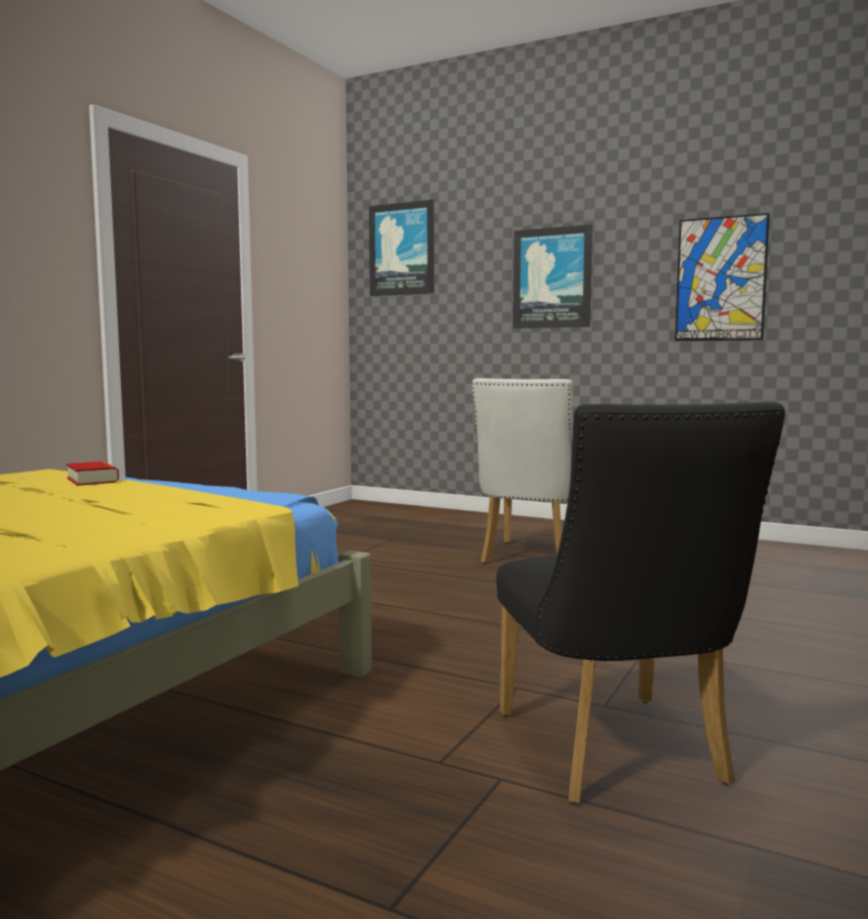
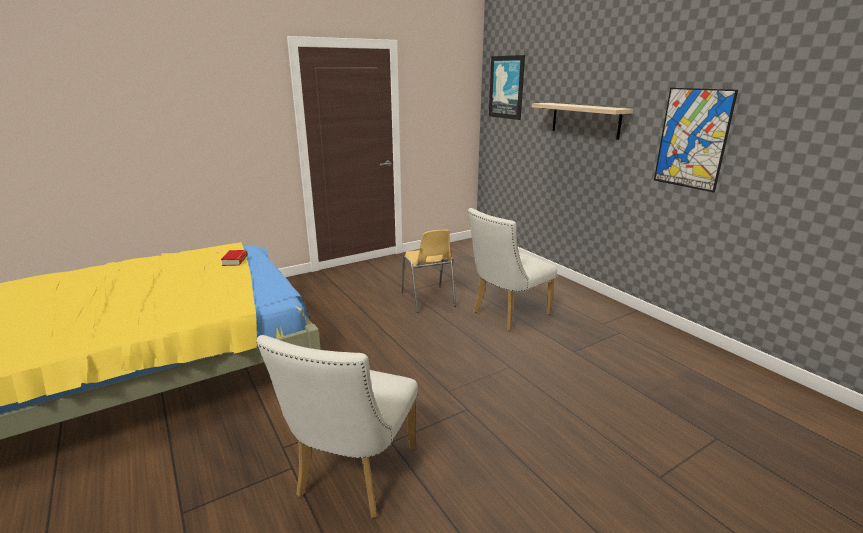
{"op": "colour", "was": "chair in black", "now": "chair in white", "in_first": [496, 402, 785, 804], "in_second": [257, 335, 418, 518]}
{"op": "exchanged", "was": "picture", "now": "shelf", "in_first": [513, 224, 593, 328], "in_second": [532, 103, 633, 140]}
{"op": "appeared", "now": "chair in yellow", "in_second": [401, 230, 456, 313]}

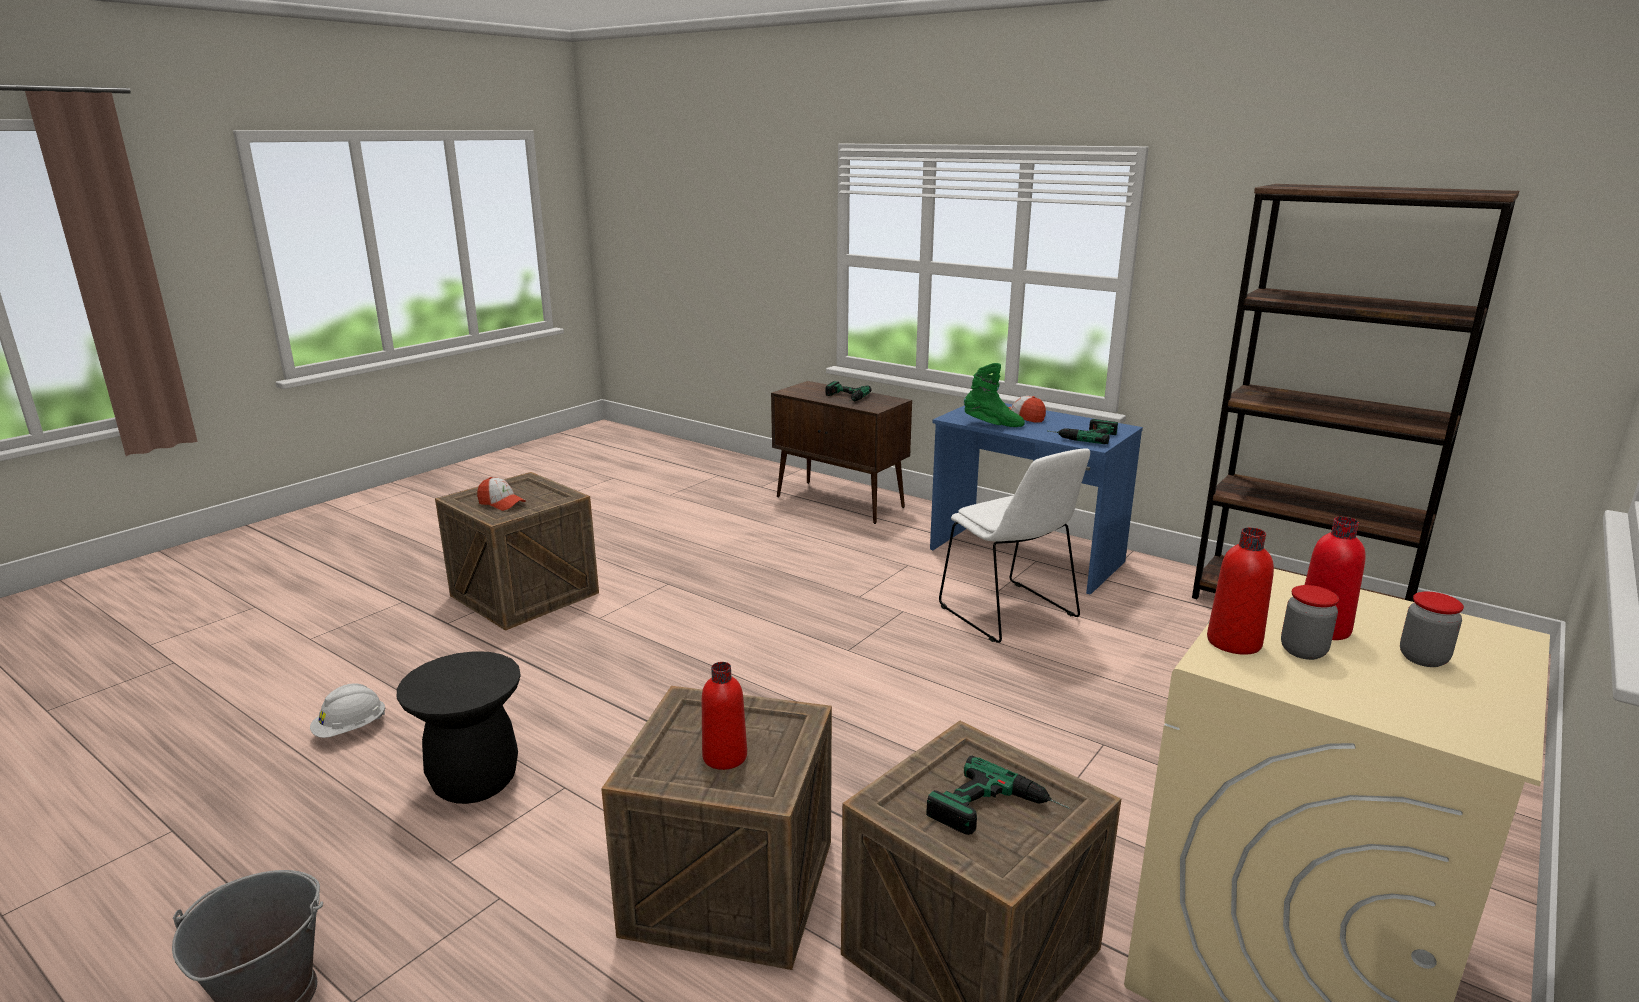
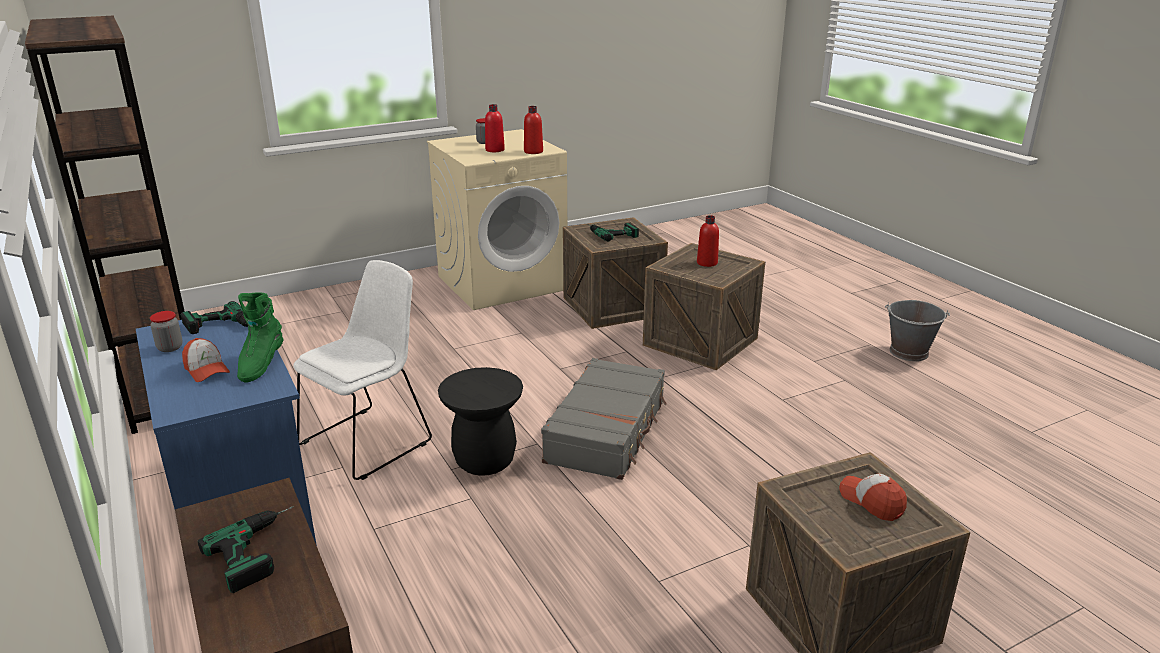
{"op": "missing", "was": "hard hat in white", "in_first": [310, 683, 385, 738]}
{"op": "relocated", "was": "stool in black", "in_first": [397, 651, 521, 804], "in_second": [438, 367, 523, 476]}
{"op": "spun", "was": "chair in white", "in_first": [939, 448, 1090, 643], "in_second": [293, 260, 432, 480], "clockwise": 45}
{"op": "spun", "was": "boot in green", "in_first": [964, 363, 1025, 427], "in_second": [237, 292, 284, 383], "clockwise": -120}
{"op": "relocated", "was": "jar", "in_first": [1281, 585, 1339, 660], "in_second": [150, 311, 183, 352]}
{"op": "appeared", "now": "suitcase in grey", "in_second": [541, 358, 667, 480]}

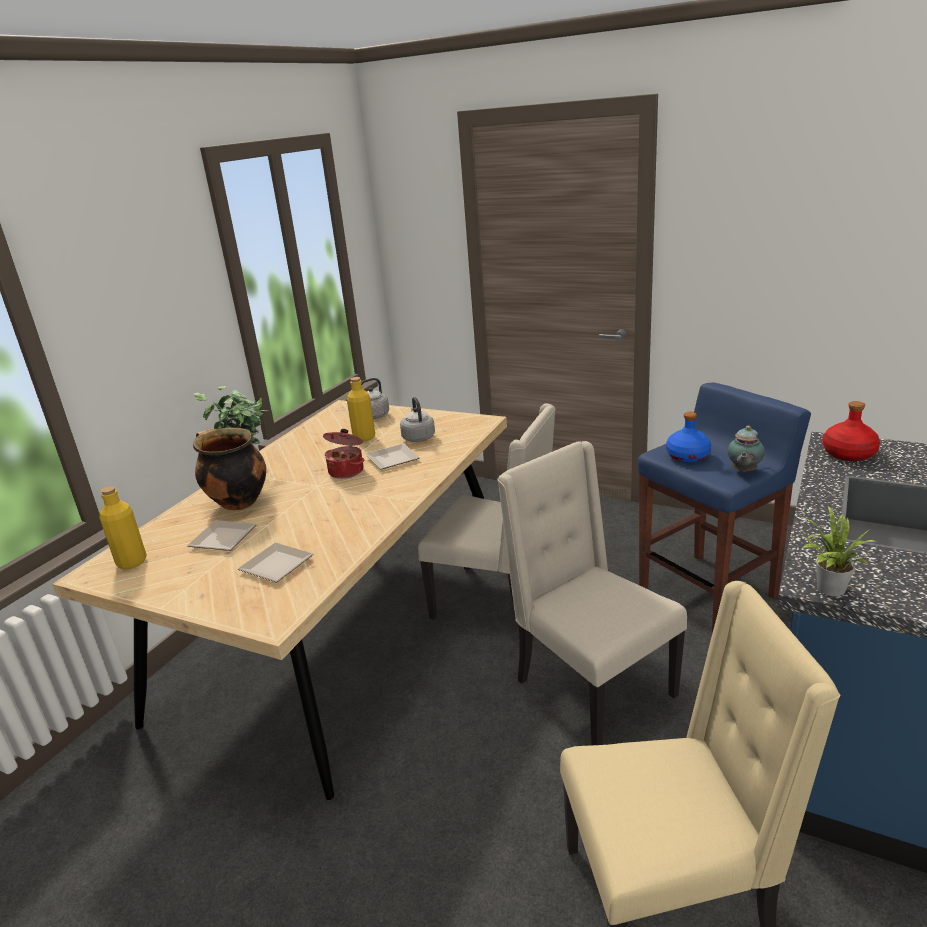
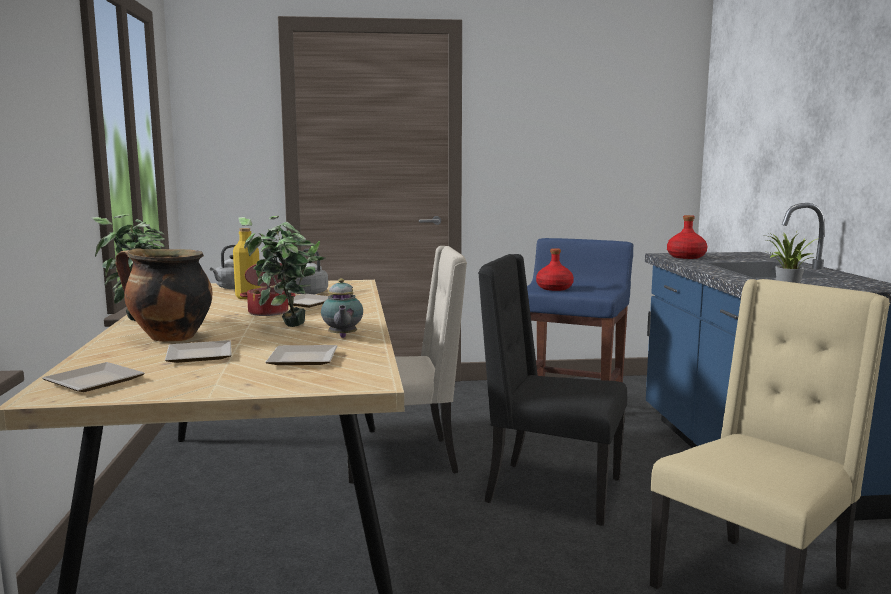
{"op": "exchanged", "was": "bottle in yellow", "now": "plate", "in_first": [99, 486, 147, 569], "in_second": [42, 362, 145, 392]}
{"op": "colour", "was": "chair in beige", "now": "chair in black", "in_first": [497, 441, 687, 745], "in_second": [478, 254, 627, 526]}
{"op": "colour", "was": "bottle in blue", "now": "bottle in red", "in_first": [666, 412, 711, 463], "in_second": [536, 248, 574, 291]}
{"op": "relocated", "was": "teapot", "in_first": [727, 426, 765, 473], "in_second": [321, 278, 363, 338]}
{"op": "appeared", "now": "potted plant", "in_second": [238, 216, 325, 327]}

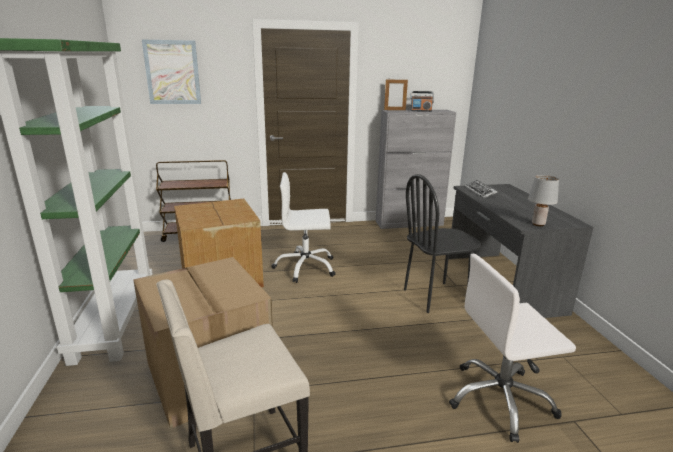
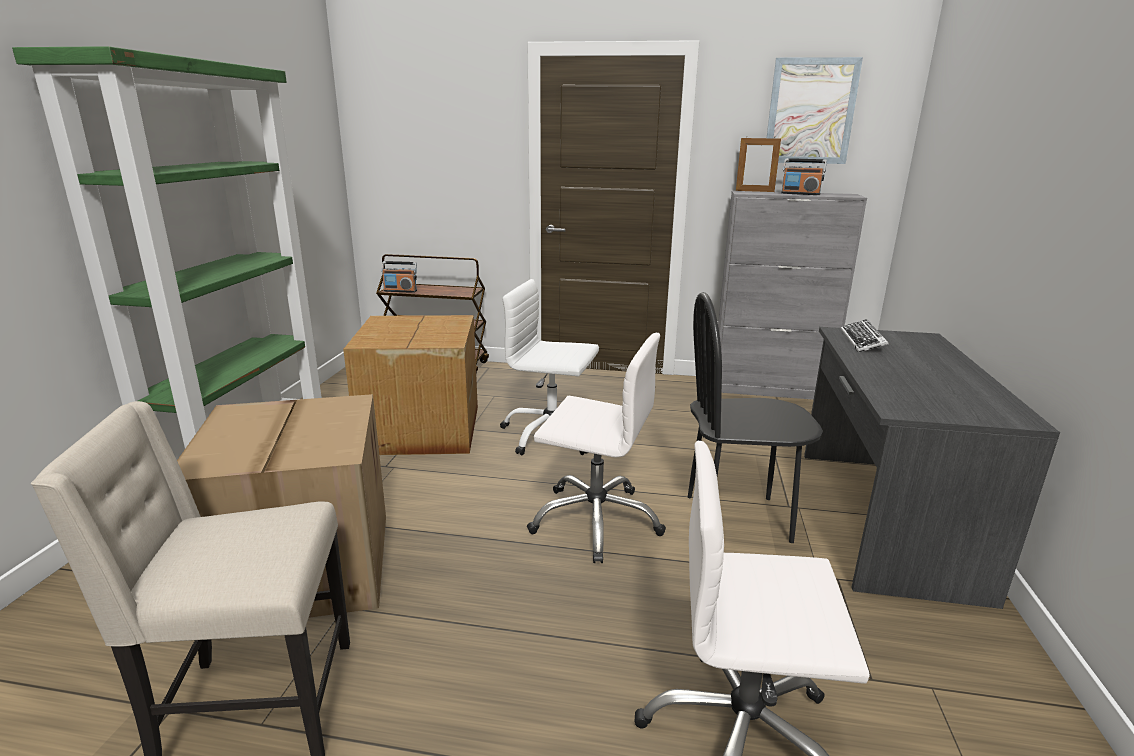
{"op": "relocated", "was": "picture", "in_first": [142, 40, 201, 104], "in_second": [767, 57, 863, 164]}
{"op": "missing", "was": "table lamp in grey", "in_first": [528, 175, 559, 226]}
{"op": "appeared", "now": "radio", "in_second": [382, 261, 417, 293]}
{"op": "appeared", "now": "office chair in white", "in_second": [527, 333, 666, 563]}

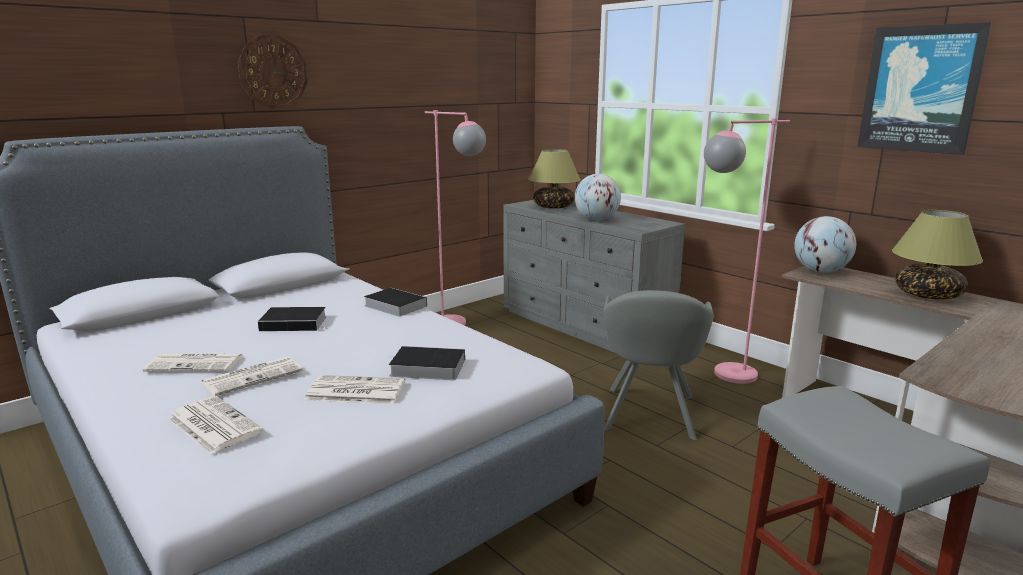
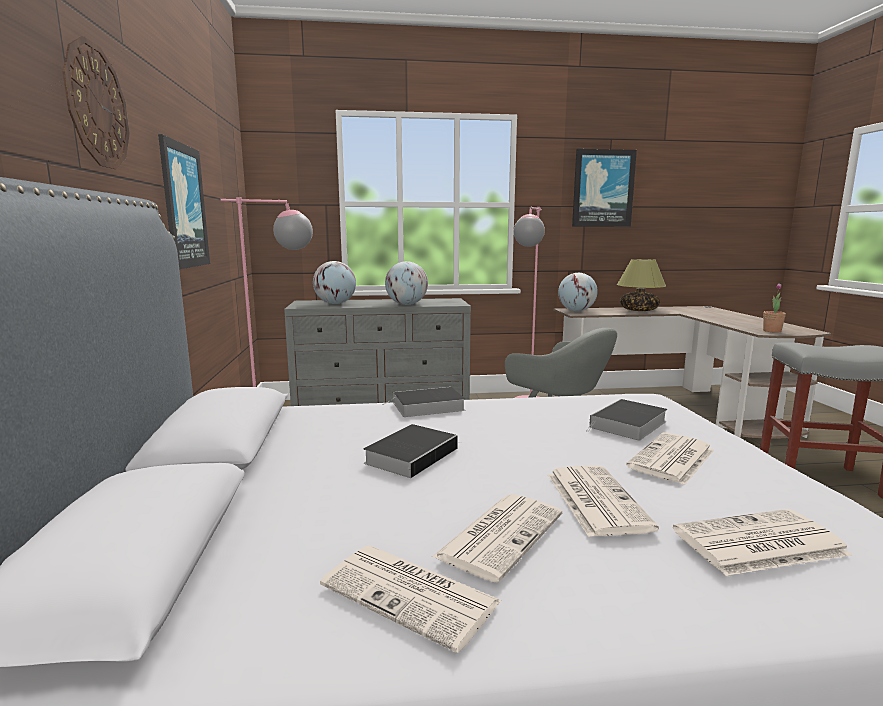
{"op": "exchanged", "was": "table lamp", "now": "globe", "in_first": [529, 149, 580, 209], "in_second": [313, 261, 356, 304]}
{"op": "appeared", "now": "picture", "in_second": [158, 134, 210, 269]}
{"op": "appeared", "now": "newspaper", "in_second": [320, 545, 502, 653]}
{"op": "appeared", "now": "potted plant", "in_second": [763, 283, 786, 333]}

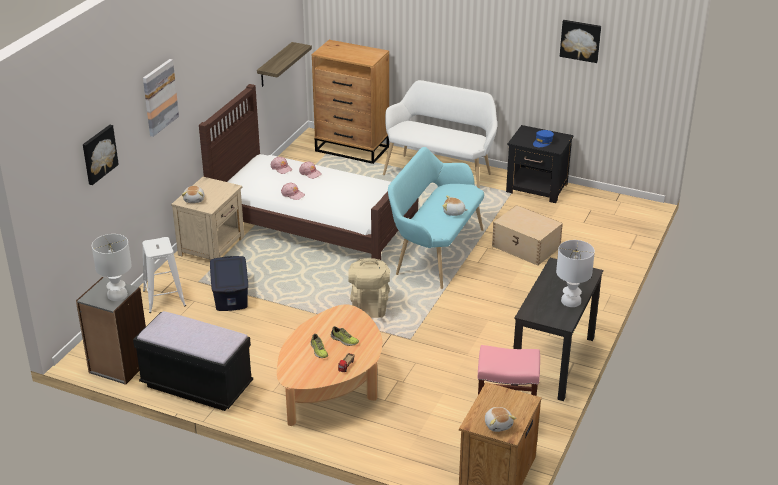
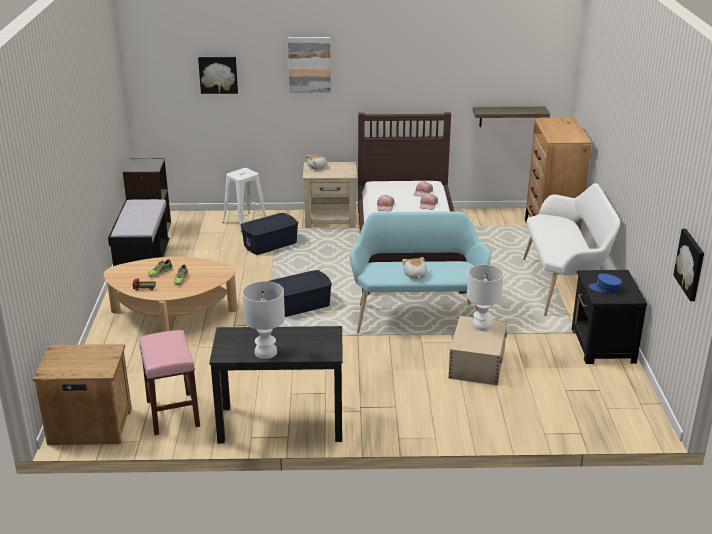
{"op": "relocated", "was": "table lamp in white", "in_first": [92, 234, 132, 301], "in_second": [467, 265, 504, 331]}
{"op": "exchanged", "was": "backpack in beige", "now": "storage box in blue", "in_first": [348, 258, 390, 318], "in_second": [269, 270, 332, 317]}
{"op": "missing", "was": "plush toy", "in_first": [485, 407, 516, 432]}
{"op": "relocated", "was": "picture", "in_first": [560, 20, 601, 63], "in_second": [673, 229, 704, 301]}

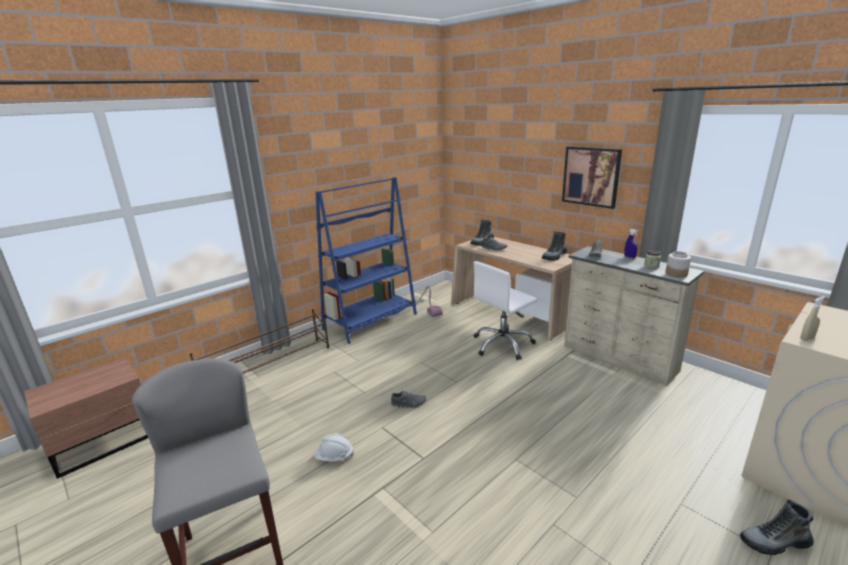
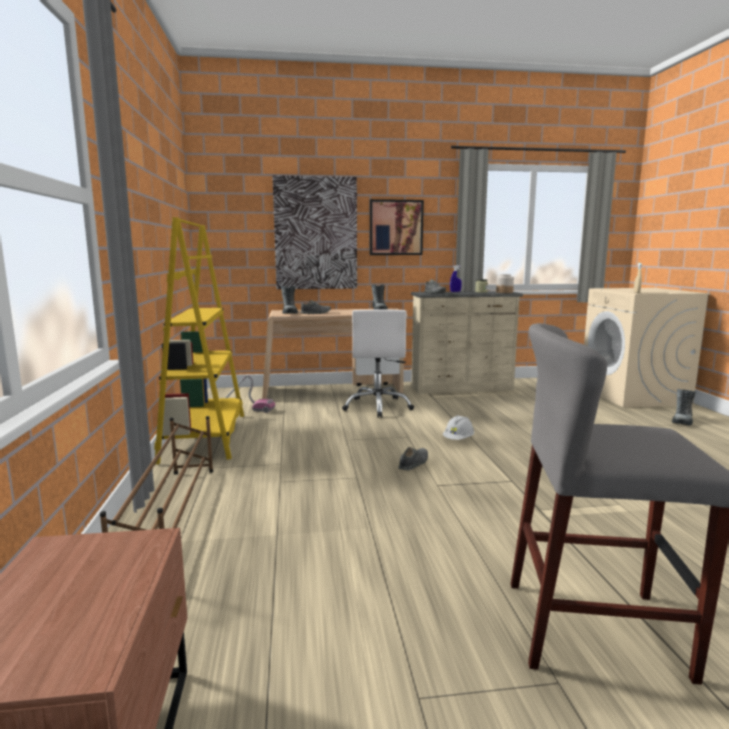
{"op": "colour", "was": "bookcase in blue", "now": "bookcase in yellow", "in_first": [315, 177, 417, 344], "in_second": [154, 217, 244, 464]}
{"op": "relocated", "was": "hard hat in white", "in_first": [315, 433, 354, 461], "in_second": [443, 415, 474, 440]}
{"op": "appeared", "now": "picture", "in_second": [272, 175, 357, 289]}

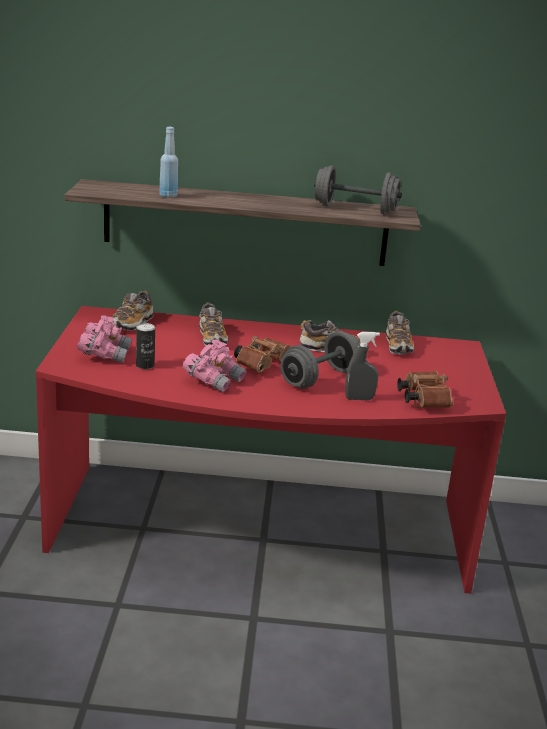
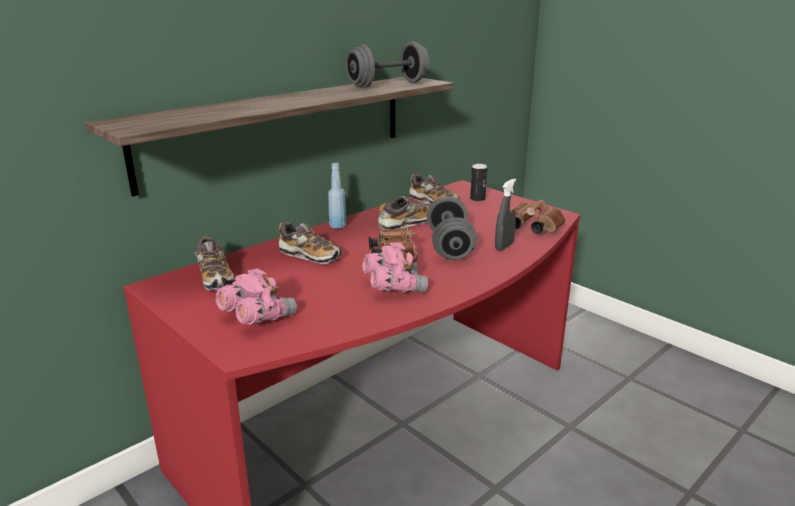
{"op": "relocated", "was": "can", "in_first": [136, 323, 155, 369], "in_second": [470, 164, 487, 202]}
{"op": "relocated", "was": "bottle in blue", "in_first": [159, 127, 178, 198], "in_second": [328, 163, 346, 229]}

